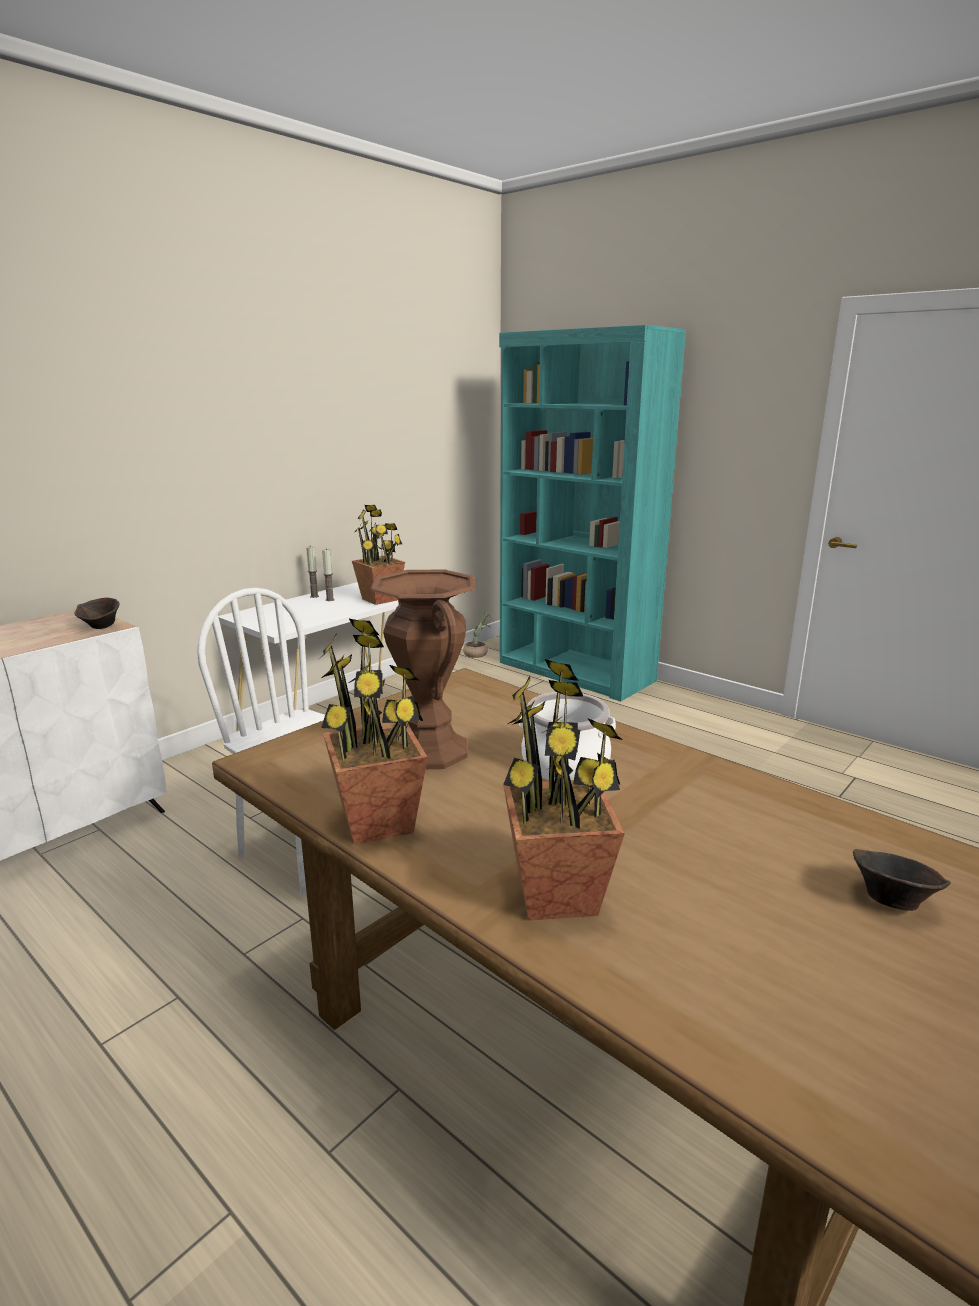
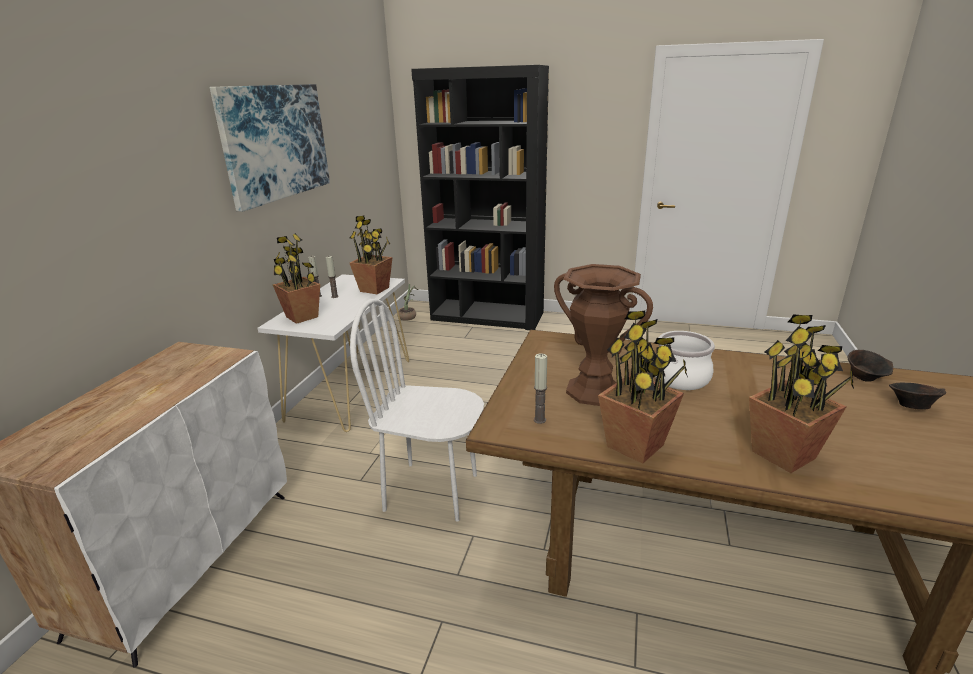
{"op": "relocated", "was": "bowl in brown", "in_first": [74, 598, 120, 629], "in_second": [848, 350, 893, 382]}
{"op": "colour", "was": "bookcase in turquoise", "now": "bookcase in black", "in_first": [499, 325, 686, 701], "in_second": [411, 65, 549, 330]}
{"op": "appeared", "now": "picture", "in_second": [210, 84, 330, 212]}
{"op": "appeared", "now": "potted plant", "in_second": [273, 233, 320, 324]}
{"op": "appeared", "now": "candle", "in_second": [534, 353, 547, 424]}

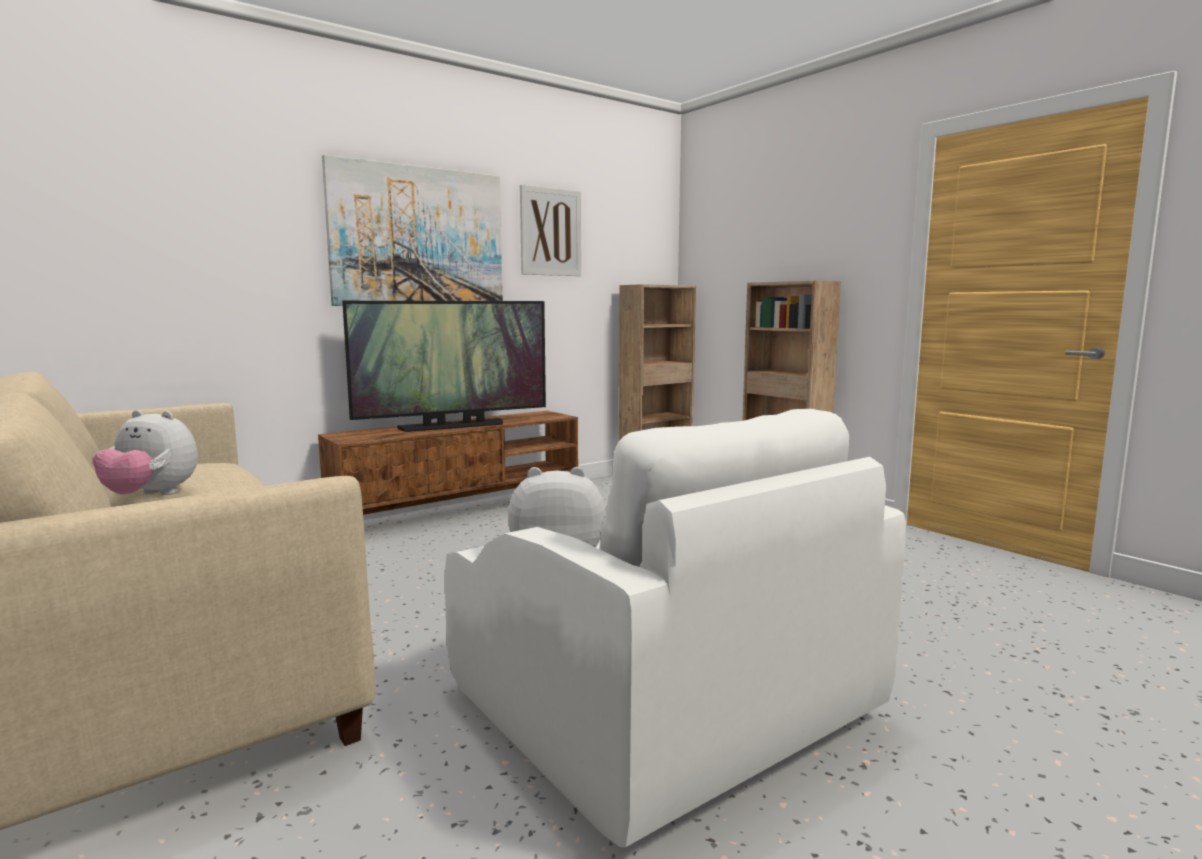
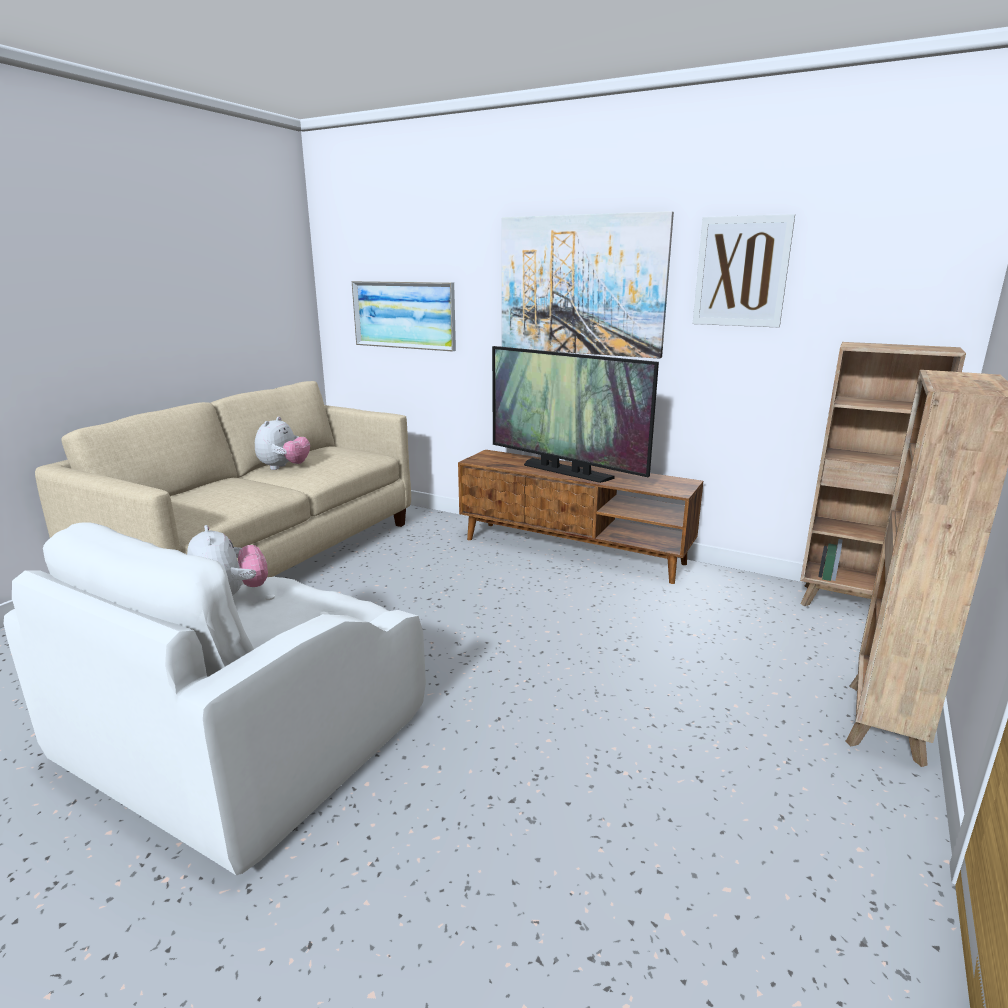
{"op": "spun", "was": "plush toy", "in_first": [93, 410, 198, 495], "in_second": [255, 417, 310, 470], "clockwise": -150}
{"op": "appeared", "now": "picture", "in_second": [352, 281, 456, 352]}

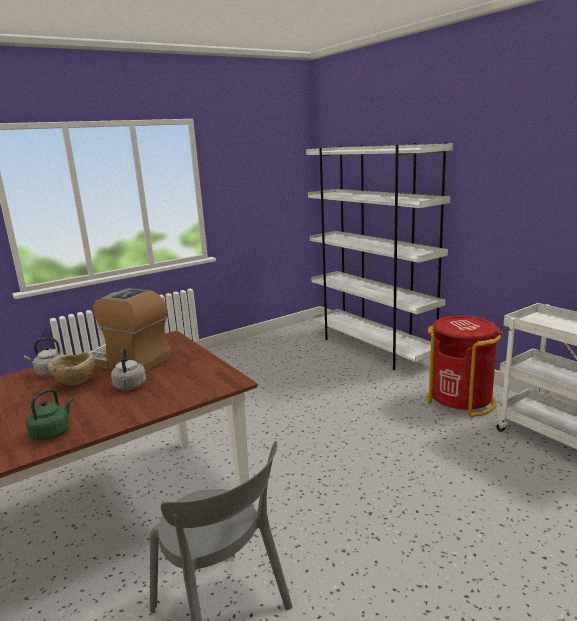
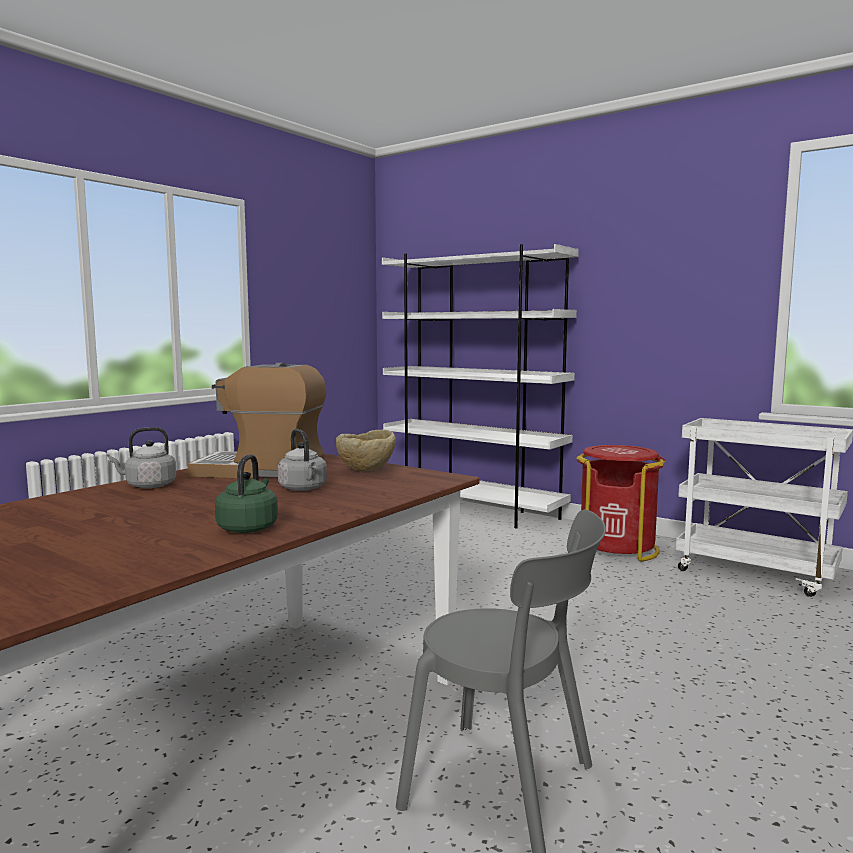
{"op": "relocated", "was": "bowl in beige", "in_first": [47, 352, 95, 385], "in_second": [336, 429, 396, 472]}

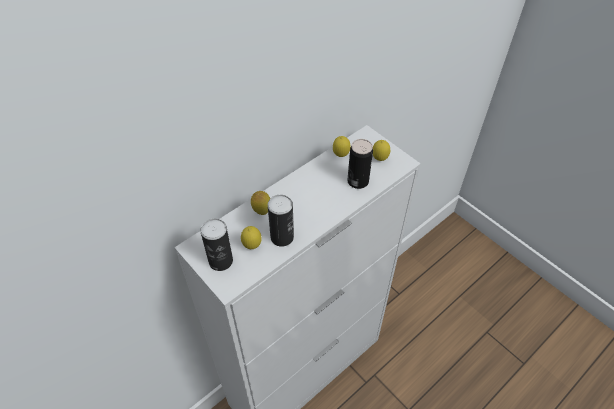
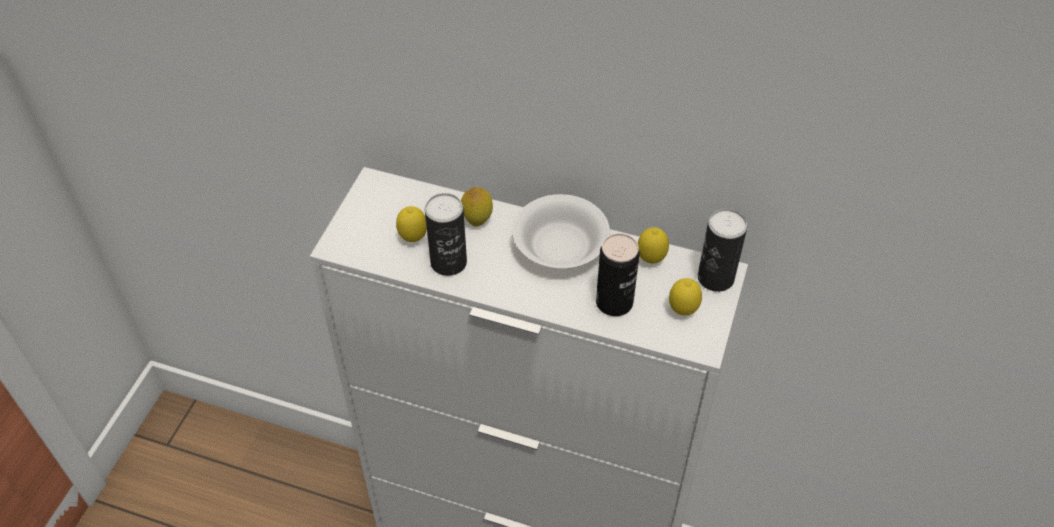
{"op": "relocated", "was": "can", "in_first": [200, 219, 233, 271], "in_second": [698, 209, 747, 292]}
{"op": "appeared", "now": "bowl in white", "in_second": [512, 194, 610, 269]}

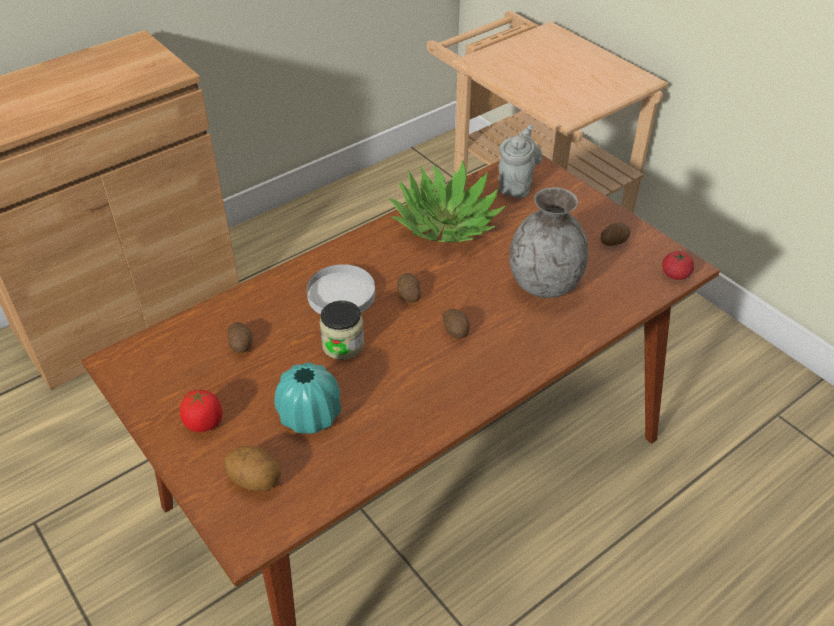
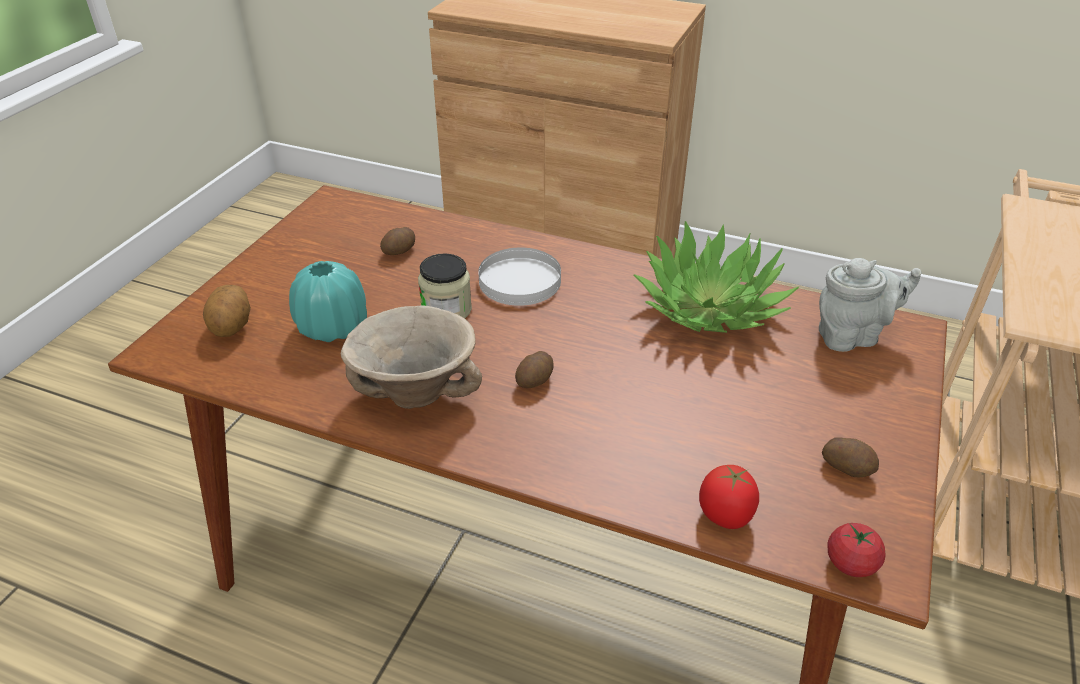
{"op": "relocated", "was": "tomato", "in_first": [180, 389, 222, 432], "in_second": [699, 465, 759, 529]}
{"op": "missing", "was": "potato", "in_first": [397, 273, 421, 302]}
{"op": "missing", "was": "vase in grey", "in_first": [509, 187, 588, 298]}
{"op": "appeared", "now": "bowl in beige", "in_second": [341, 305, 482, 409]}

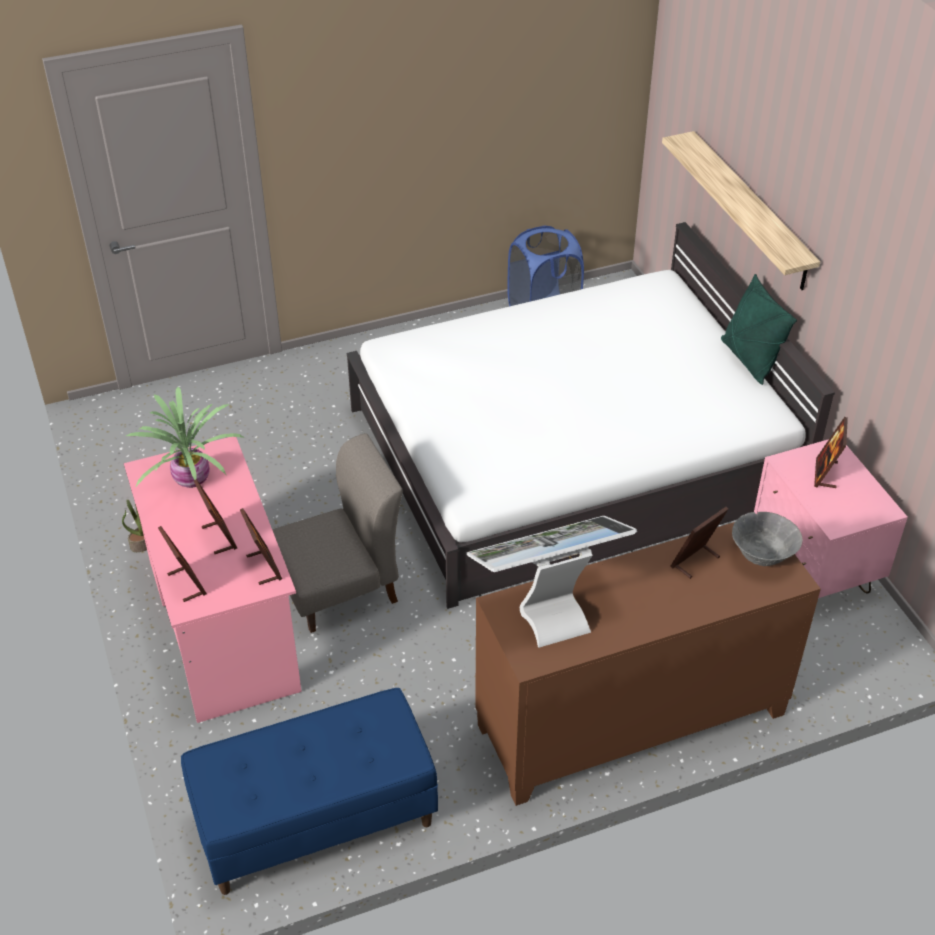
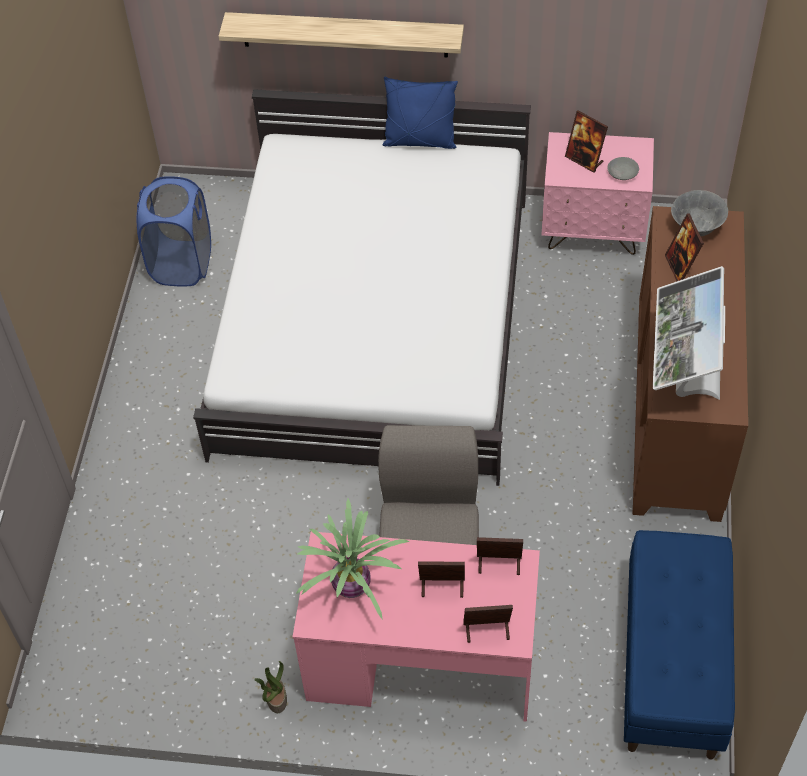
{"op": "colour", "was": "pillow in green", "now": "pillow in blue", "in_first": [721, 274, 797, 385], "in_second": [382, 77, 458, 149]}
{"op": "appeared", "now": "bowl in grey", "in_second": [608, 157, 639, 180]}

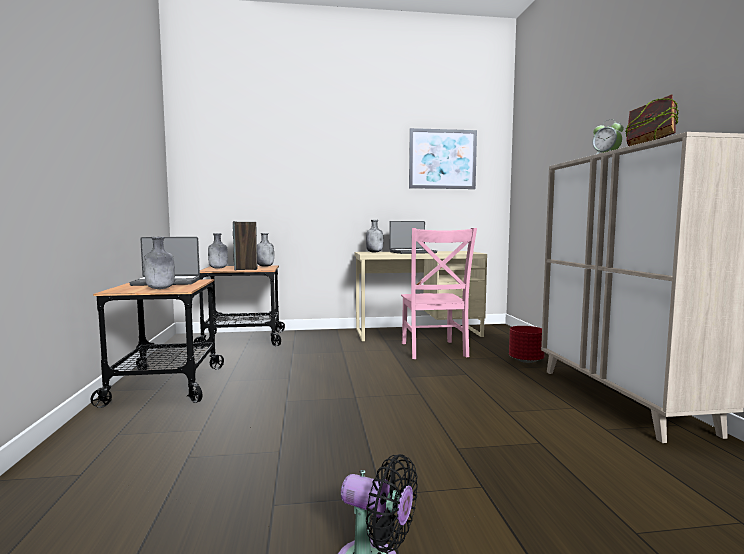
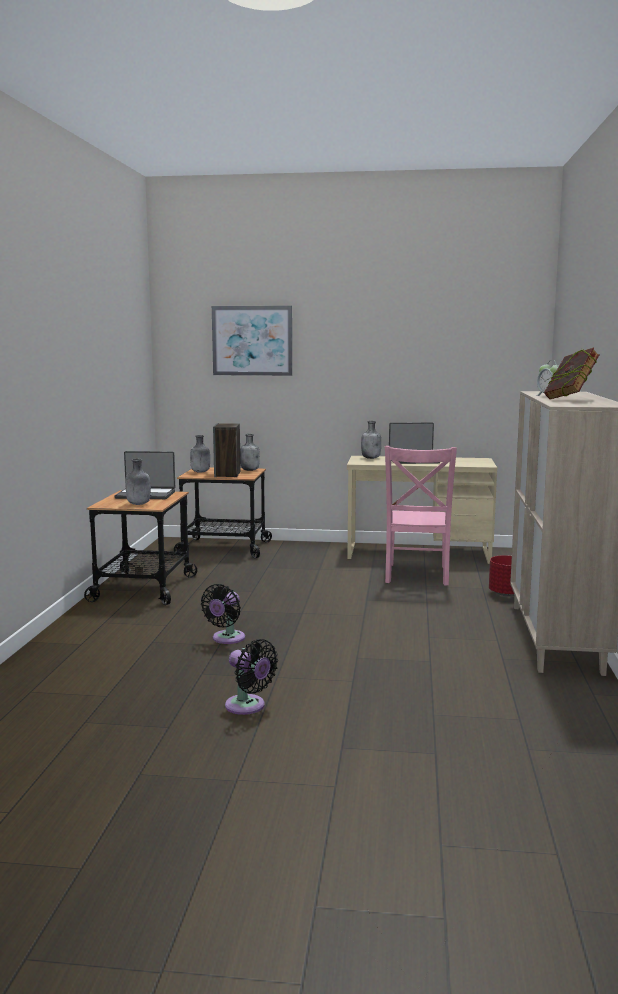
{"op": "relocated", "was": "picture", "in_first": [409, 128, 477, 189], "in_second": [212, 306, 292, 376]}
{"op": "appeared", "now": "fan in black", "in_second": [201, 584, 245, 644]}

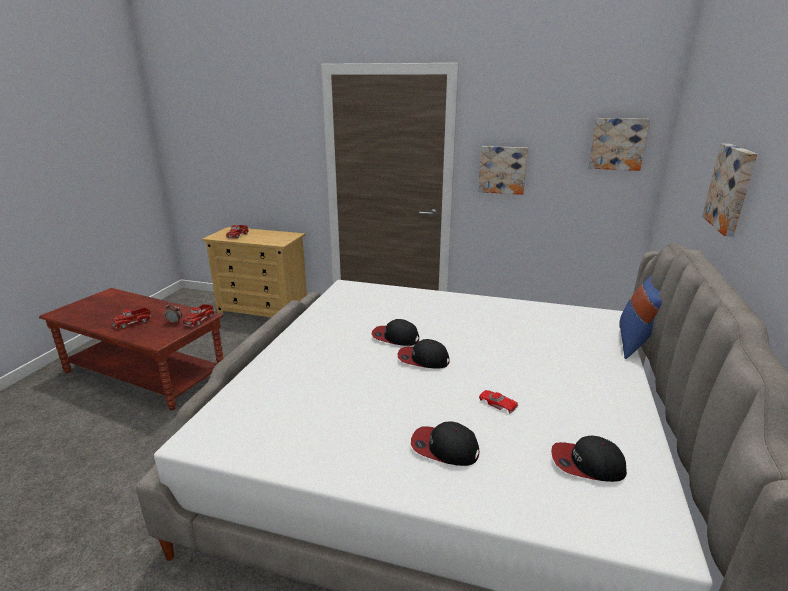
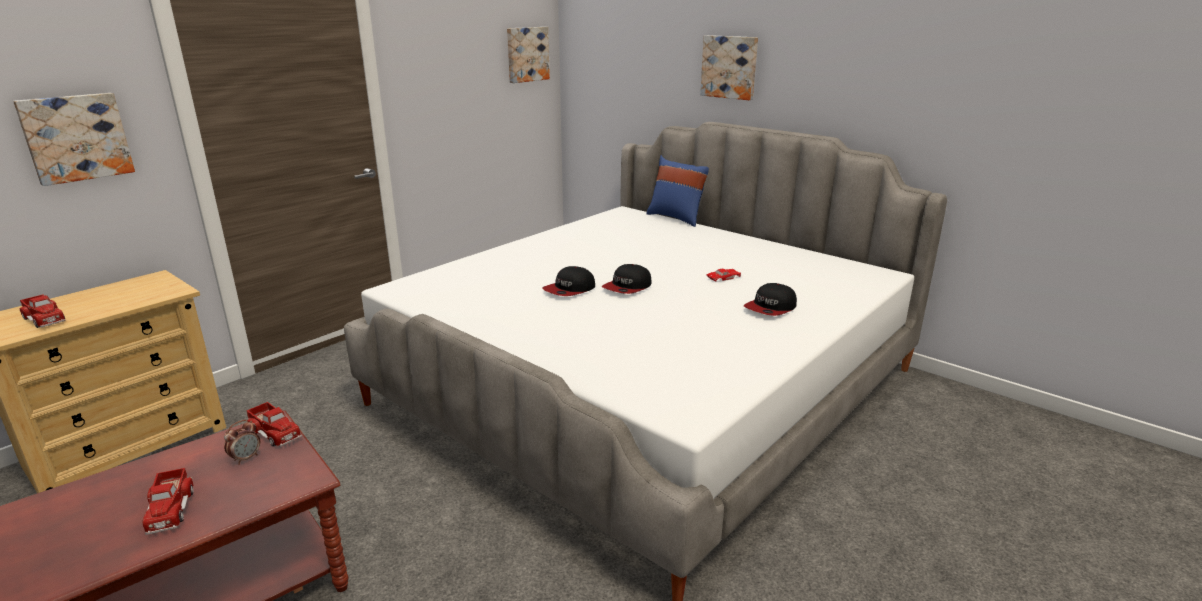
{"op": "relocated", "was": "picture", "in_first": [478, 146, 528, 195], "in_second": [13, 93, 135, 186]}
{"op": "missing", "was": "cap", "in_first": [551, 436, 627, 482]}

